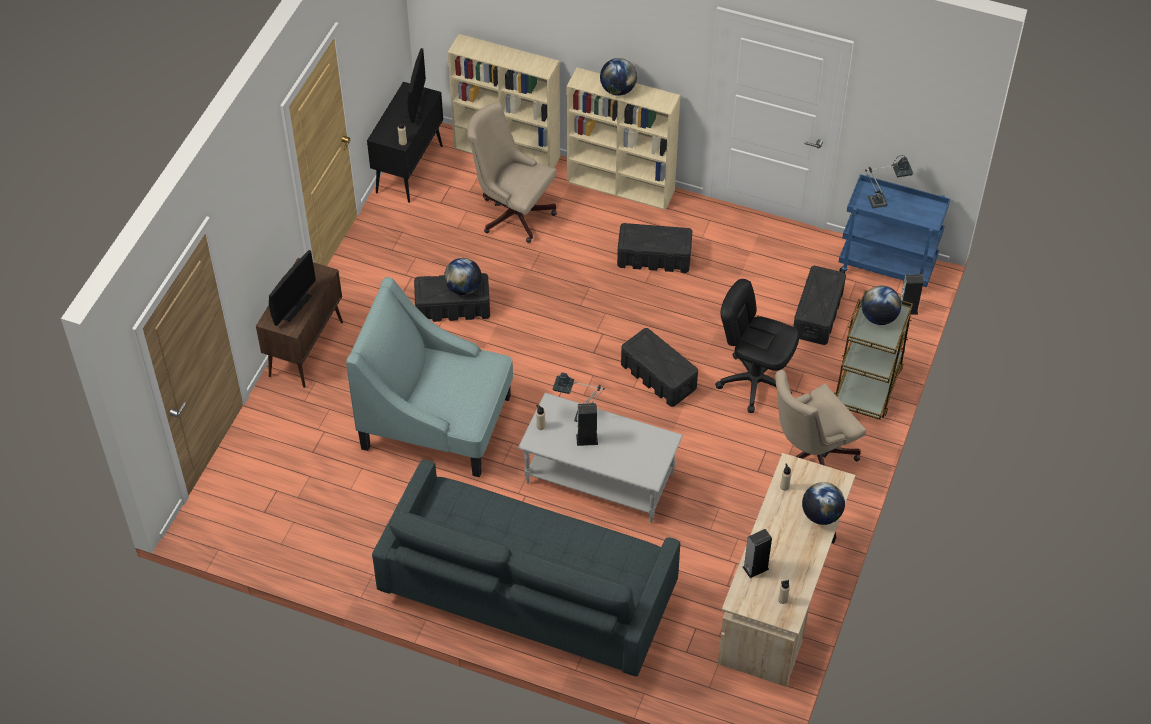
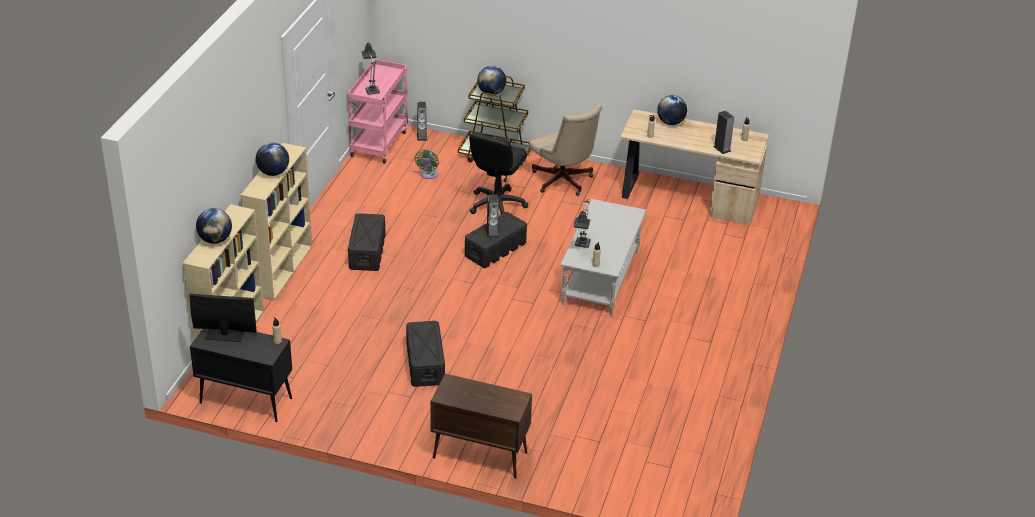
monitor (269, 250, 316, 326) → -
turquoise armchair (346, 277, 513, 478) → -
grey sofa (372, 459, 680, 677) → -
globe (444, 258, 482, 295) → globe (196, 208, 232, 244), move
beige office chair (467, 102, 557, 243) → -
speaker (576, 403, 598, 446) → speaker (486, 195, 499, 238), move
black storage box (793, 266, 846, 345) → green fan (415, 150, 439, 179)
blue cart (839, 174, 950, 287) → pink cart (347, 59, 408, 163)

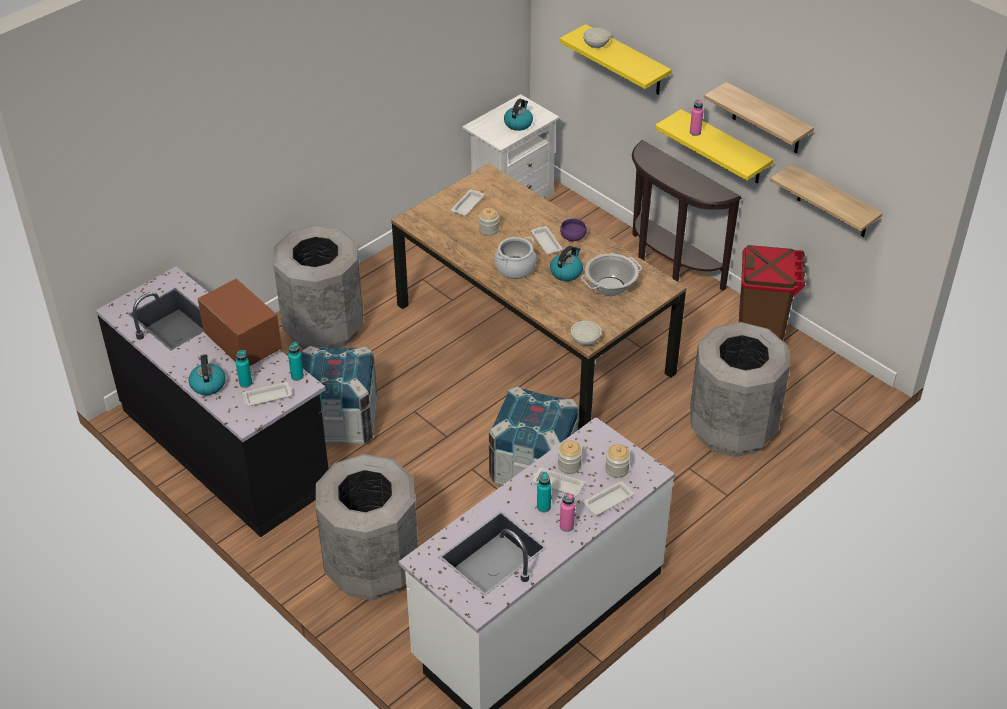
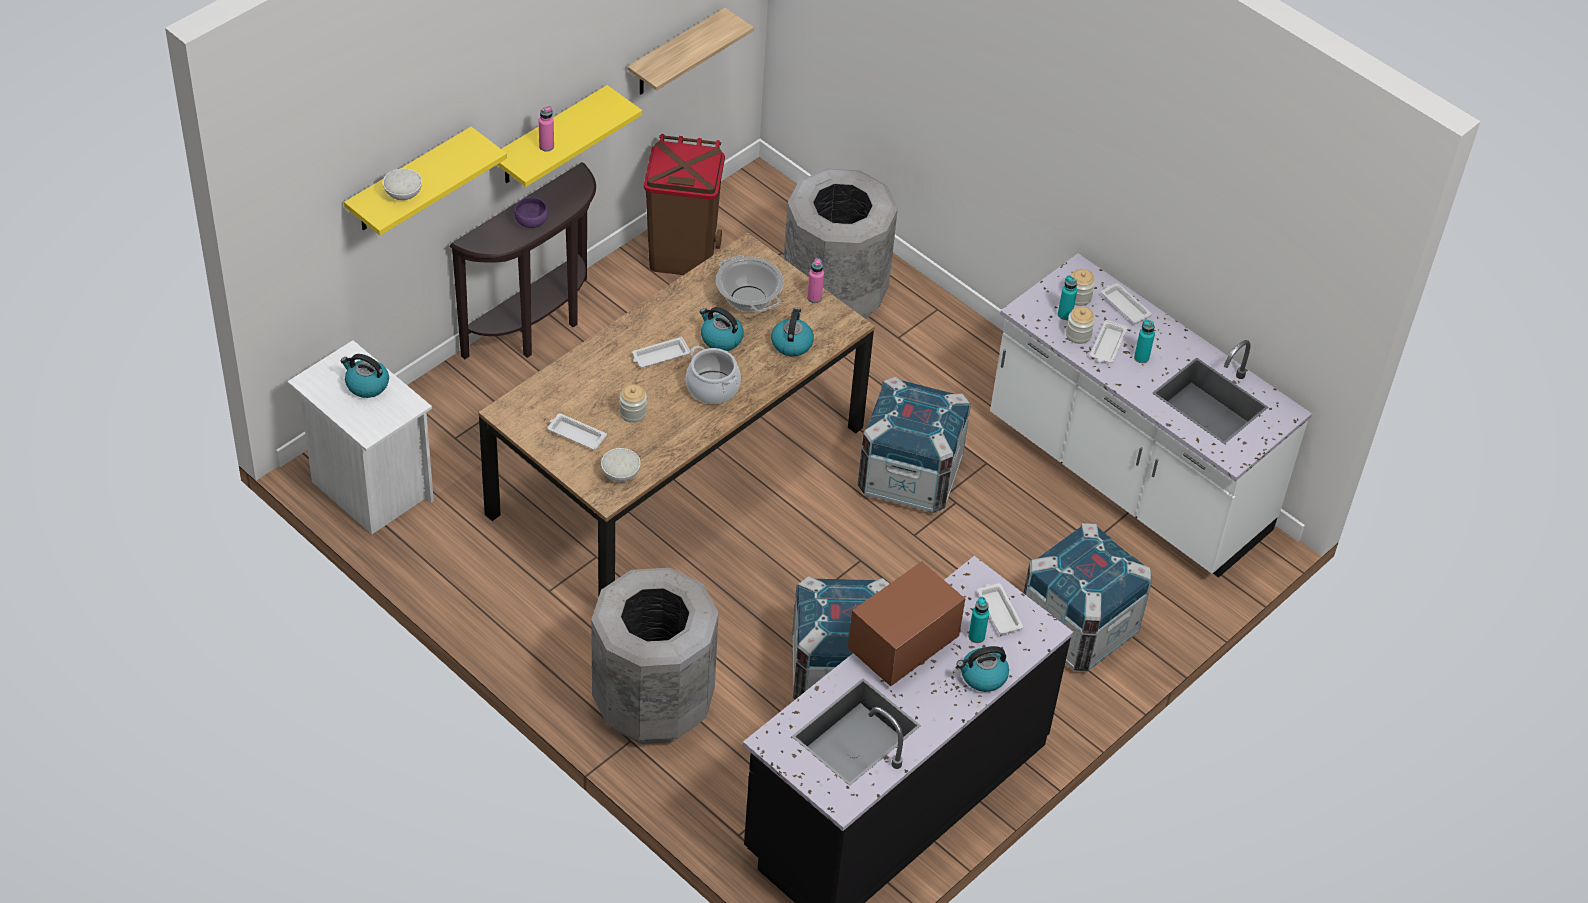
turquoise bottle (288, 342, 304, 381) → turquoise bottle (1058, 275, 1077, 320), move
grey trash can (316, 454, 418, 600) → crate (1023, 523, 1152, 672)
purple bowl (560, 218, 587, 241) → purple bowl (514, 198, 548, 228), move
pink bottle (560, 493, 575, 532) → pink bottle (807, 258, 824, 303), move
white bowl (571, 321, 601, 345) → white bowl (601, 448, 640, 482), move
shelf (704, 82, 814, 153) → -
- → kettle (771, 308, 814, 356)

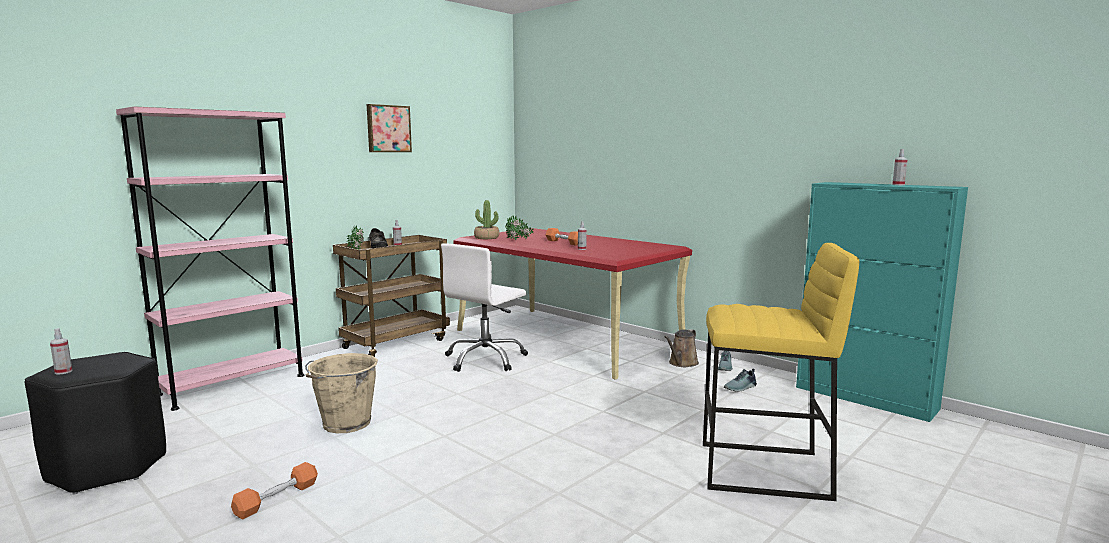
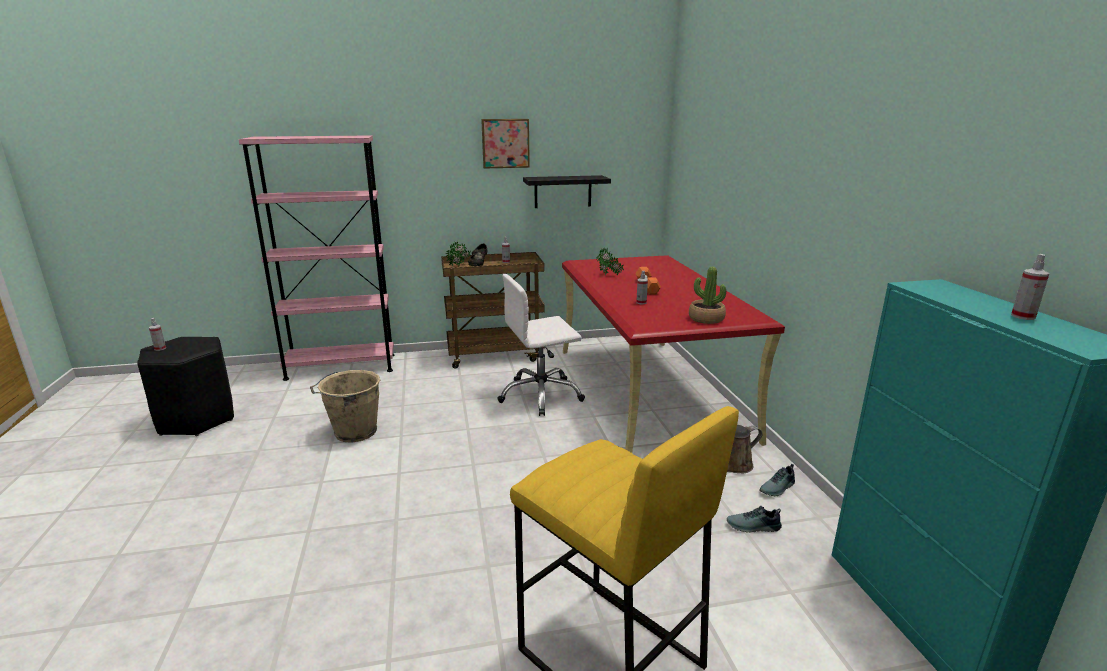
orange dumbbell (231, 462, 318, 519) → -
potted plant (474, 200, 499, 239) → potted plant (689, 267, 726, 324), move
- → black shelf (523, 175, 611, 208)

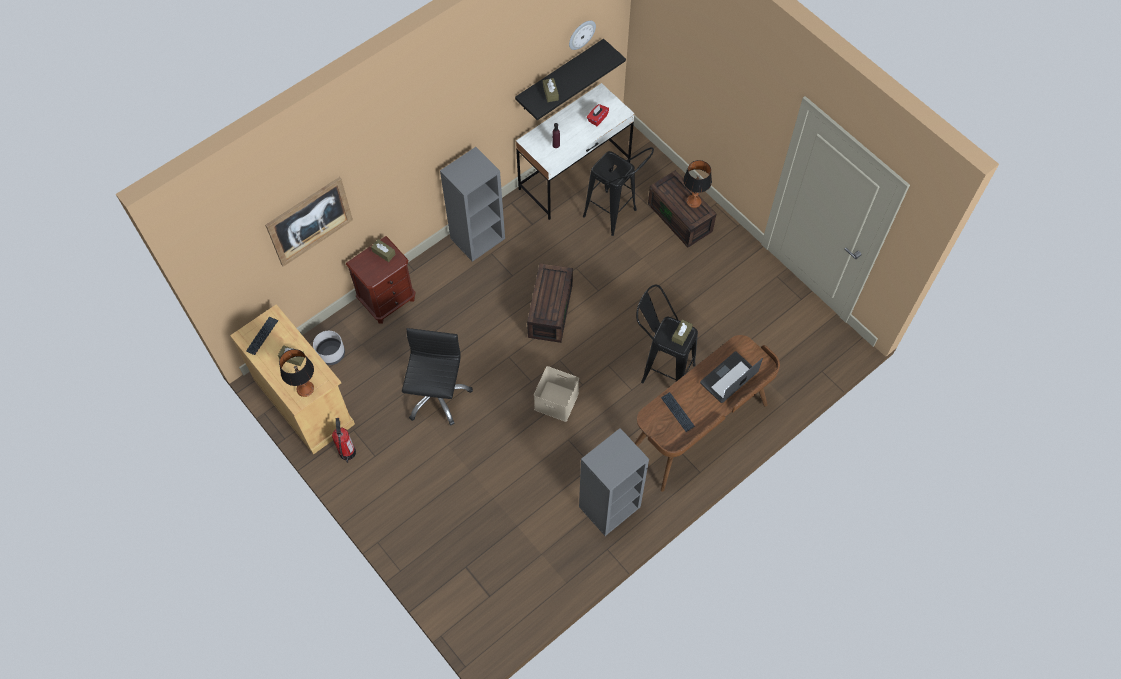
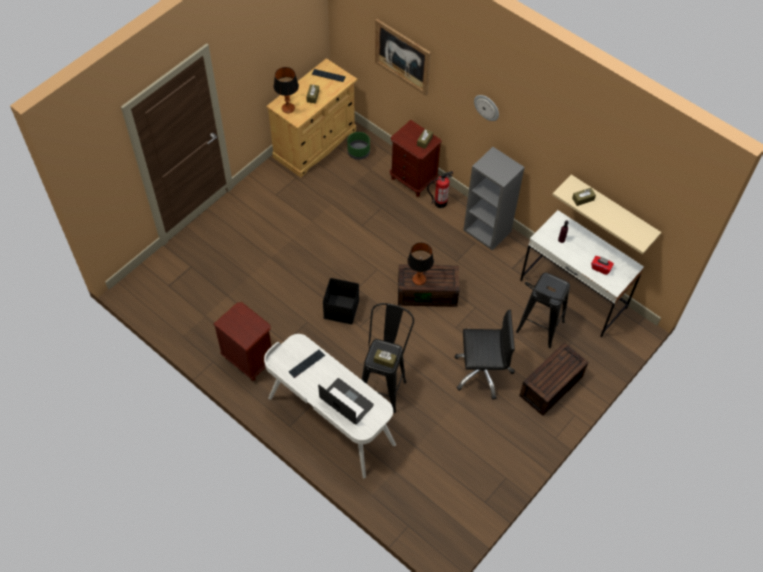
grey planter (313, 331, 345, 365) → green planter (347, 132, 370, 160)
fire extinguisher (332, 418, 356, 463) → fire extinguisher (427, 171, 453, 208), move
black office chair (402, 328, 473, 425) → black office chair (454, 310, 515, 400), move
black shelf (515, 39, 626, 120) → beige shelf (552, 175, 661, 254)
beige storage box (534, 366, 579, 422) → black storage box (323, 278, 359, 325)
wall clock (569, 21, 596, 50) → wall clock (474, 95, 499, 121), move
grey bookcase (579, 428, 649, 536) → brown nightstand (213, 302, 272, 381)
brown desk (635, 335, 780, 492) → white desk (264, 334, 396, 478)
table lamp (683, 160, 712, 208) → table lamp (408, 242, 434, 285), move

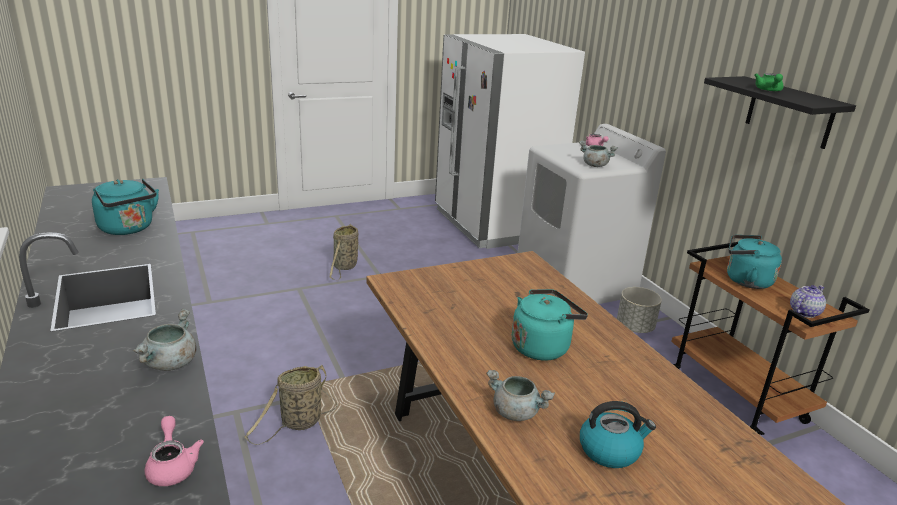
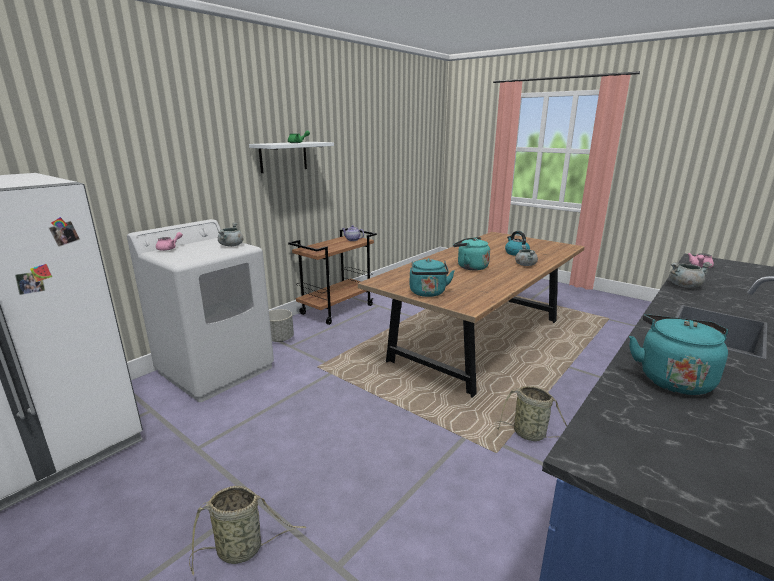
black shelf (704, 76, 856, 149) → white shelf (249, 142, 334, 173)
turquoise kettle (727, 235, 782, 289) → turquoise kettle (410, 258, 455, 297), move

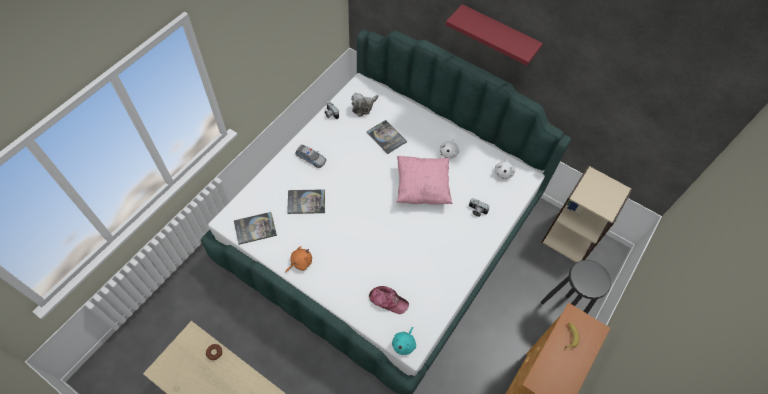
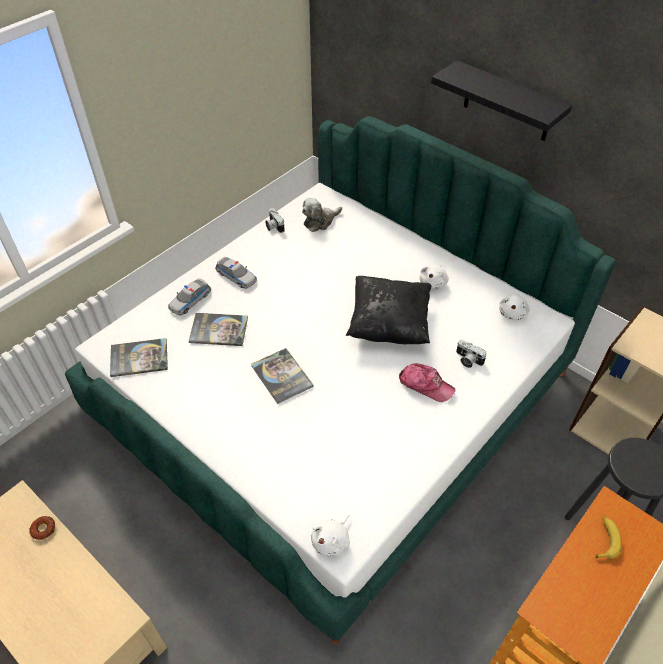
orange plush toy (285, 246, 312, 273) → -
book (367, 120, 407, 154) → book (251, 348, 314, 404), move
cap (369, 286, 409, 314) → cap (399, 363, 455, 402), move
turquoise plush toy (392, 327, 416, 355) → white plush toy (311, 515, 350, 556)
pink pillow (396, 156, 453, 205) → black pillow (346, 276, 432, 344)
red shelf (446, 4, 543, 65) → black shelf (431, 60, 572, 141)
- → toy car (168, 278, 211, 316)

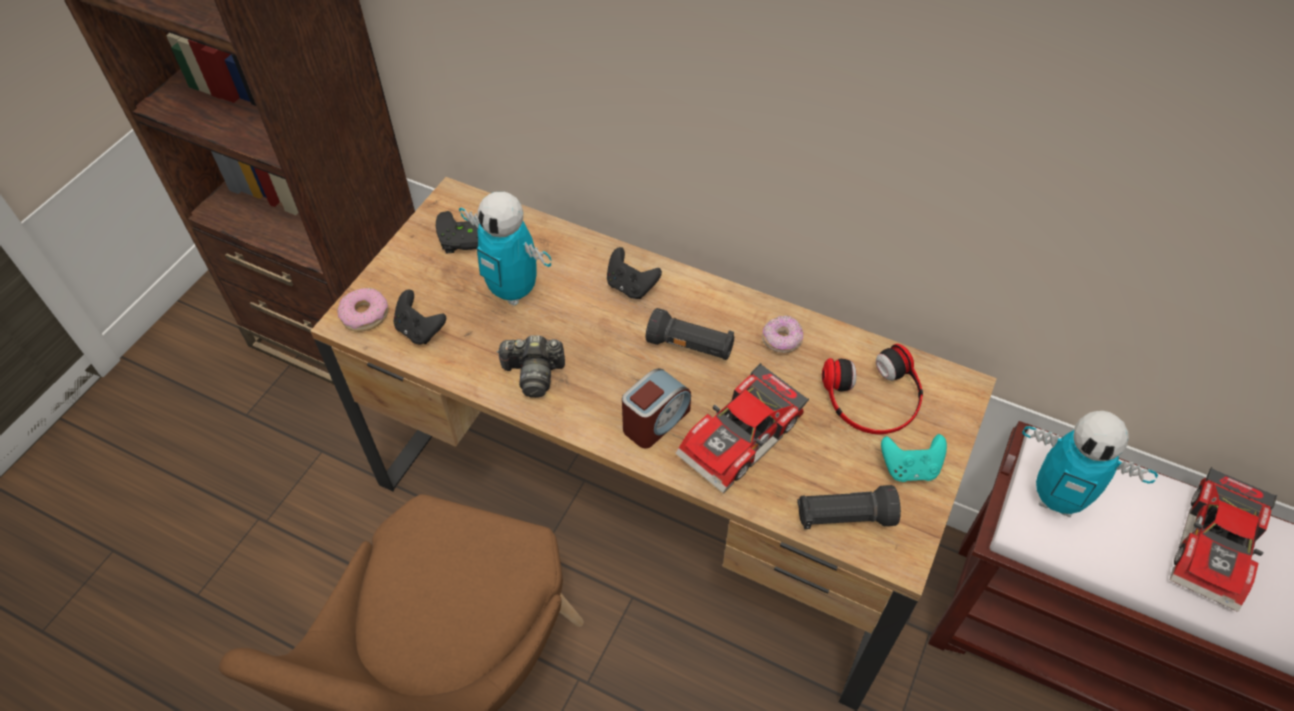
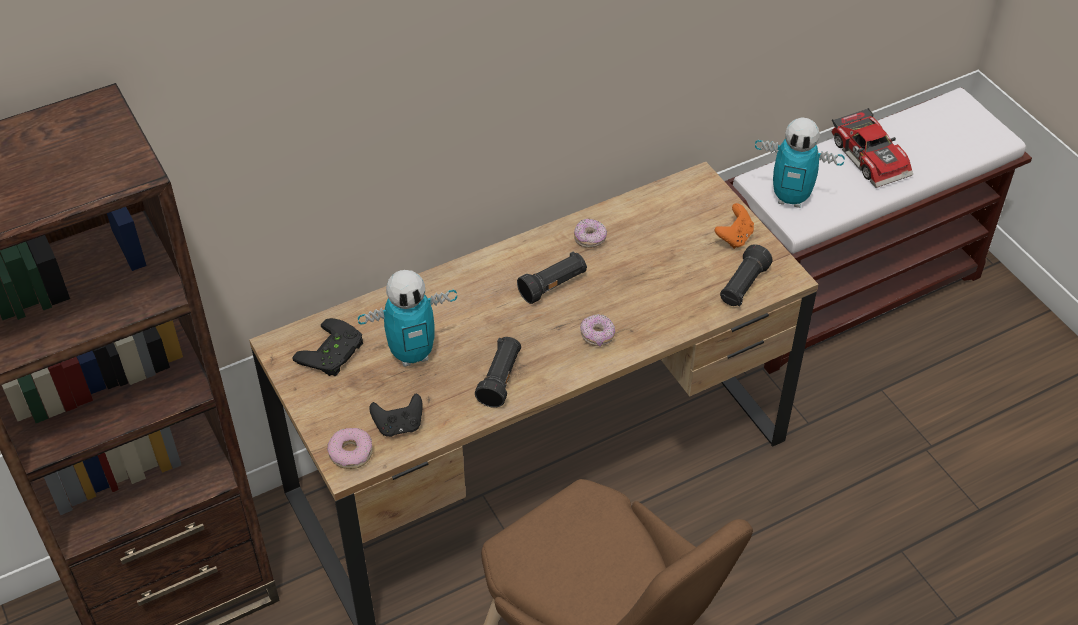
photo camera (497, 335, 565, 398) → black flashlight (475, 337, 521, 408)
black game controller (607, 247, 662, 299) → -
alarm clock (622, 368, 691, 448) → donut (580, 314, 615, 347)
toy car (675, 363, 809, 493) → -
headphones (822, 344, 923, 434) → -
turquoise game controller (881, 434, 947, 482) → orange game controller (715, 203, 754, 249)
toy robot (1022, 411, 1158, 517) → toy robot (755, 118, 845, 208), 45 degrees clockwise

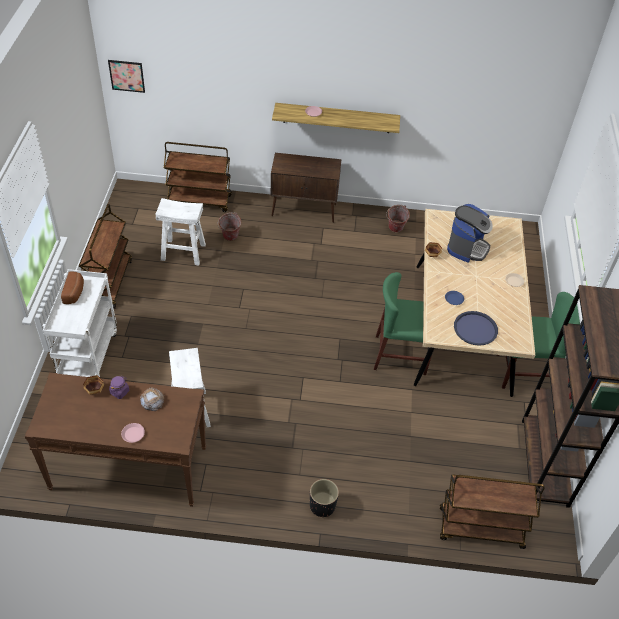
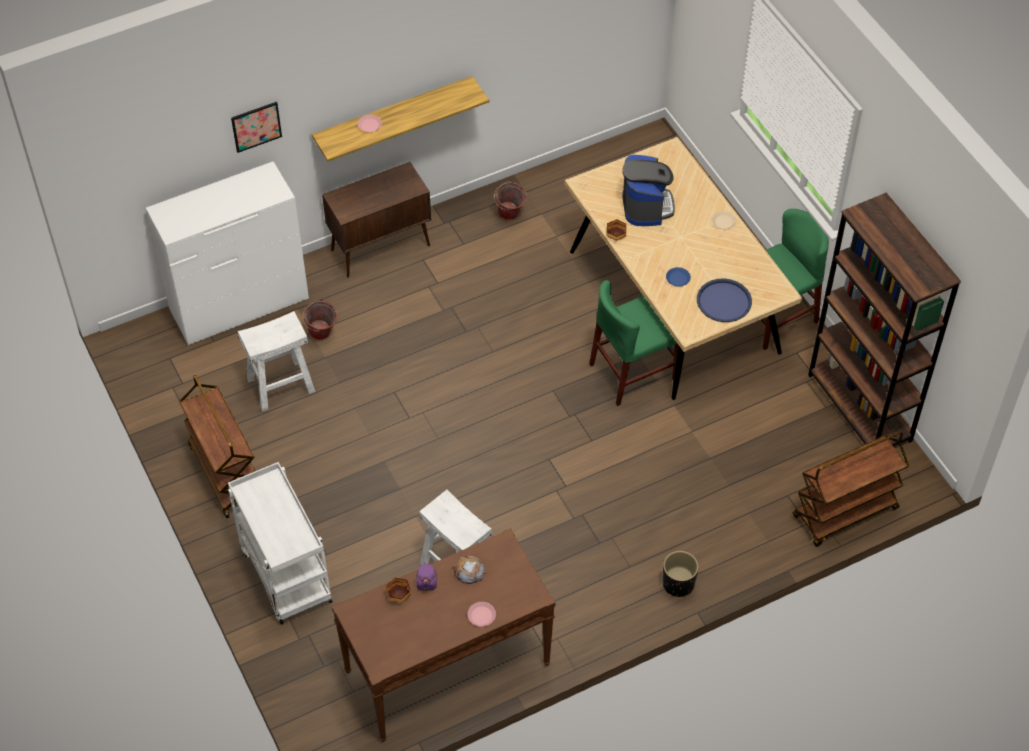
bread (61, 271, 84, 304) → -
picture (108, 60, 145, 93) → picture (231, 102, 282, 153), move
brown cart (164, 142, 232, 212) → white dresser (146, 161, 309, 345)

